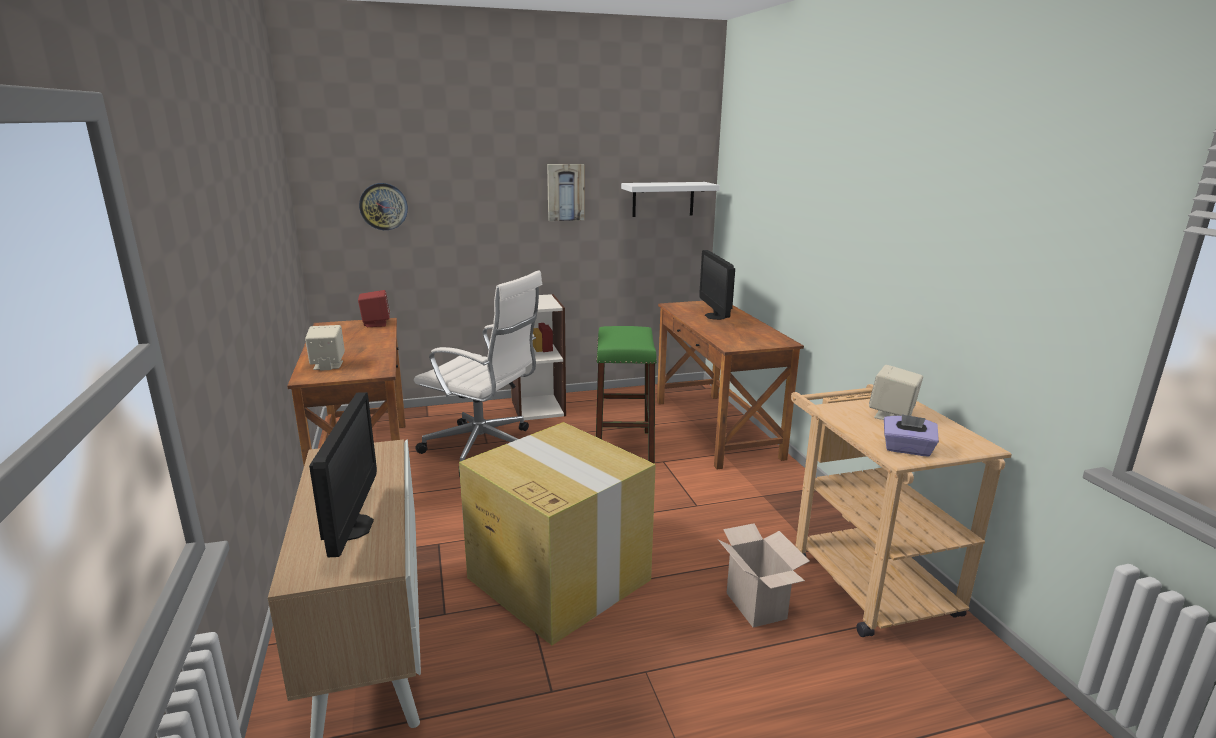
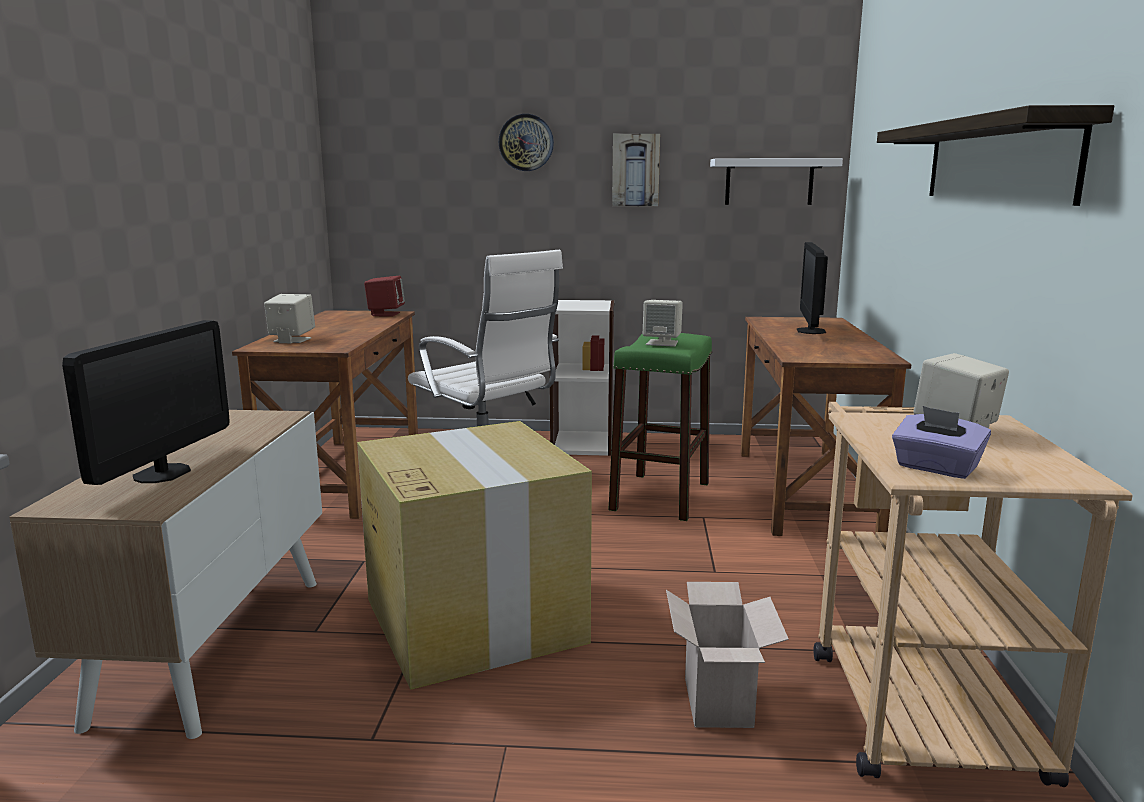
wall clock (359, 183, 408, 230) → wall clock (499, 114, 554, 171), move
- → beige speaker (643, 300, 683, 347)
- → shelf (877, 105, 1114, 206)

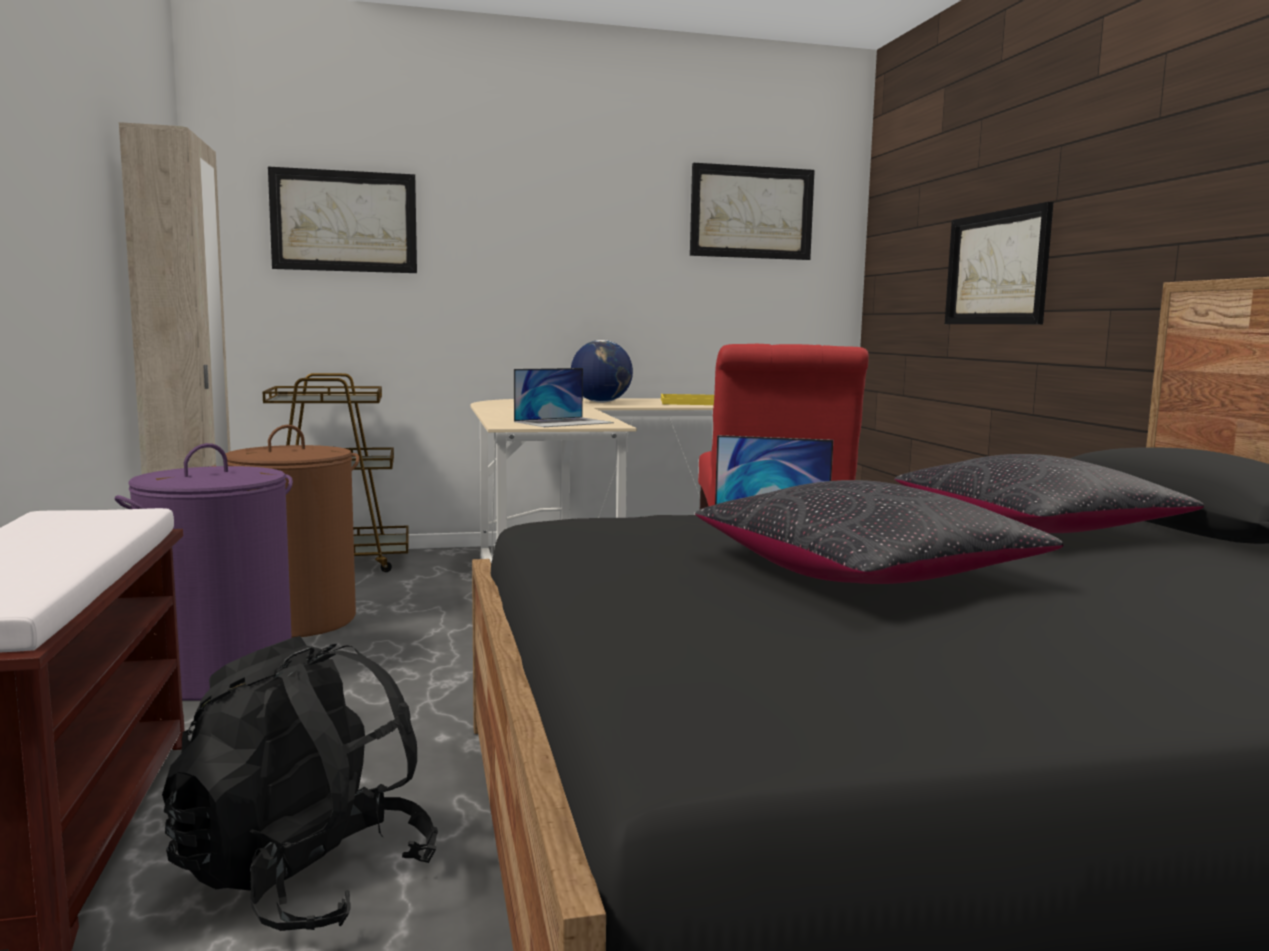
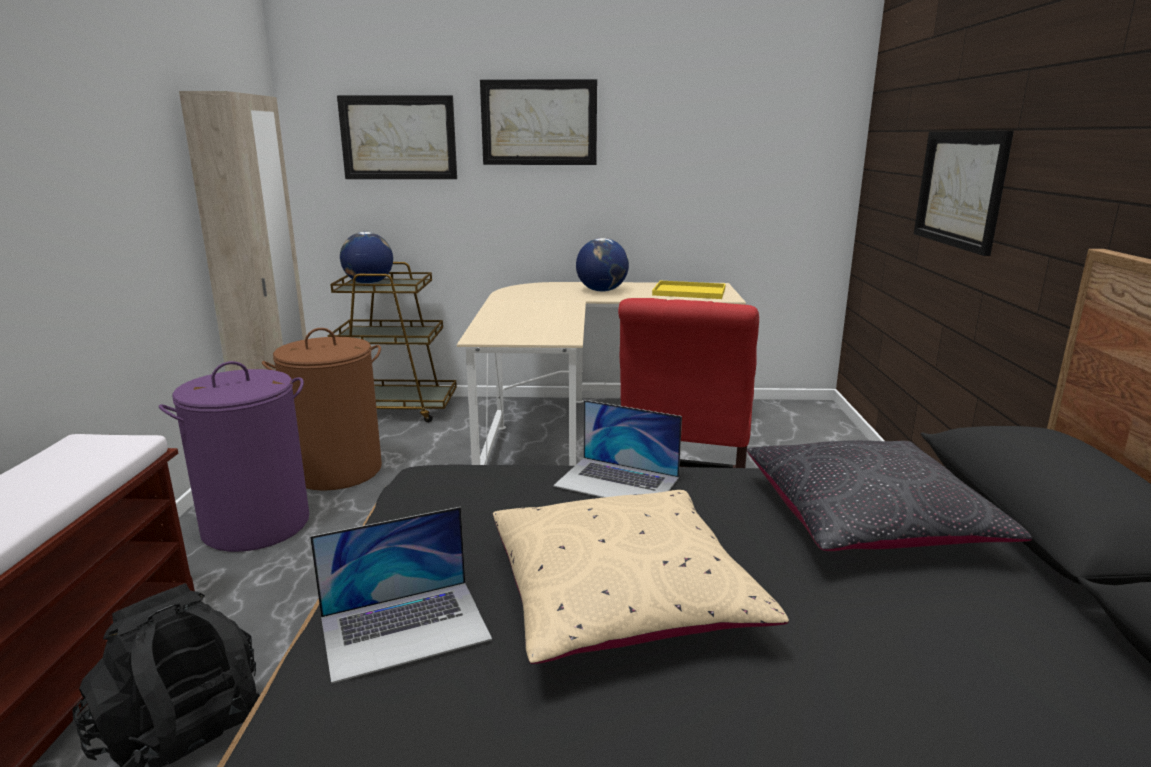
laptop (514, 368, 614, 427) → laptop (310, 507, 492, 684), move
picture (690, 163, 815, 260) → picture (480, 79, 597, 165), move
black pillow (695, 480, 1063, 584) → beige pillow (493, 490, 789, 664)
- → globe (340, 232, 393, 284)

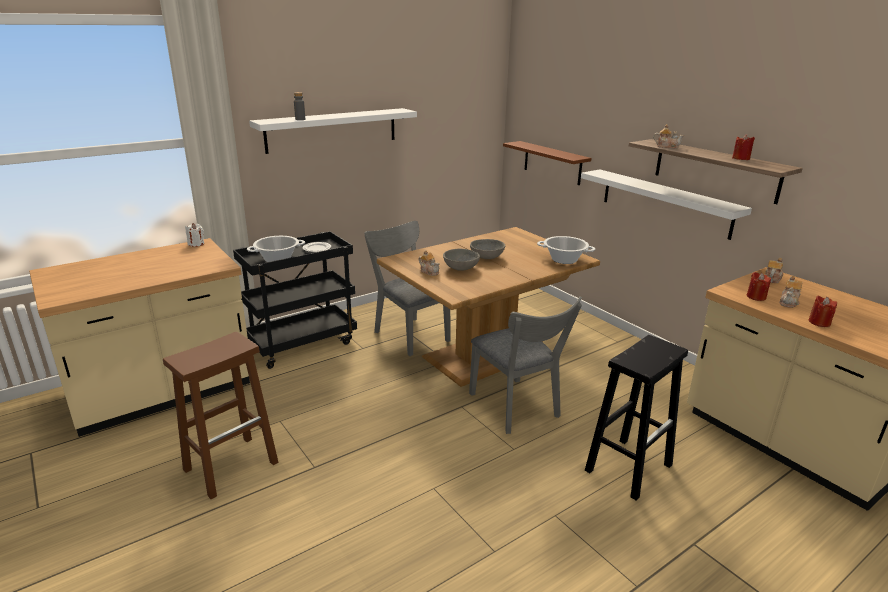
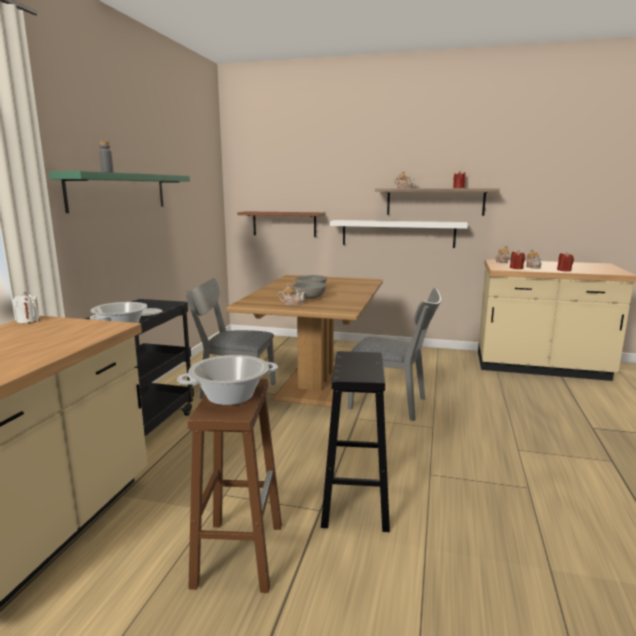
white shelf (249, 108, 417, 154) → green shelf (49, 171, 190, 213)
cooking pot (537, 236, 595, 264) → cooking pot (177, 355, 278, 405), move
black stool (585, 335, 688, 500) → black stool (321, 351, 390, 532), move

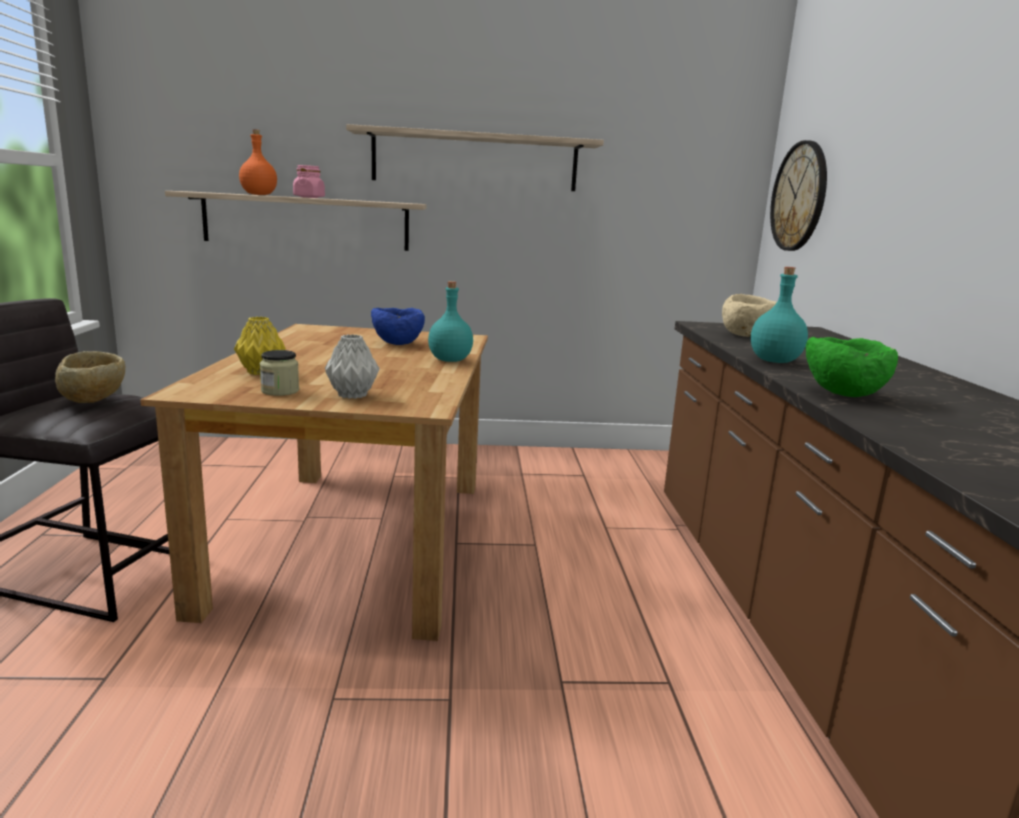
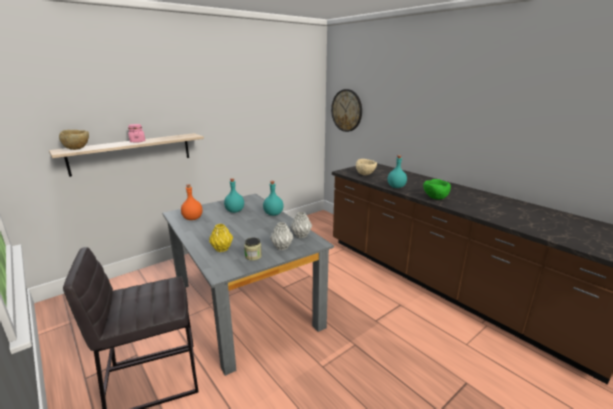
beige bowl (55, 351, 126, 403) → beige bowl (59, 130, 89, 150), move
brown dining table (140, 324, 488, 641) → grey dining table (162, 194, 334, 376)
orange bottle (239, 129, 277, 195) → orange bottle (181, 184, 202, 220), move
shelf (346, 124, 604, 191) → -
blue bowl (371, 308, 425, 345) → turquoise bottle (224, 178, 244, 213)
- → grey vase (291, 212, 312, 238)

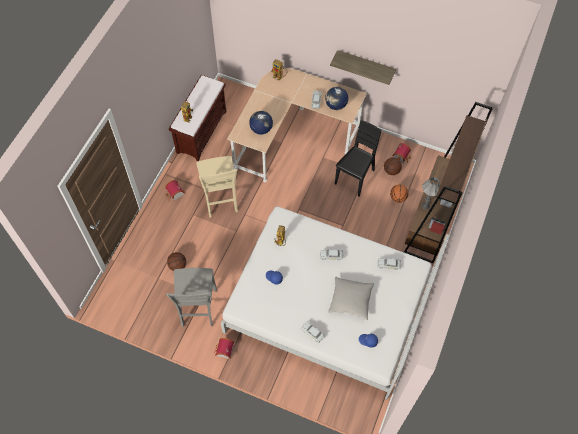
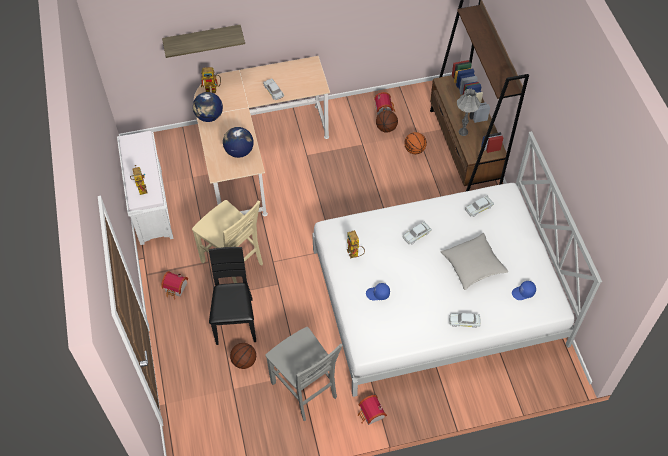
brown bench (169, 75, 226, 161) → white bench (117, 131, 173, 245)
globe (325, 87, 348, 110) → globe (193, 92, 223, 122), move
shelf (330, 50, 396, 85) → shelf (162, 25, 245, 58), move
black chair (335, 120, 381, 196) → black chair (209, 247, 256, 345), move

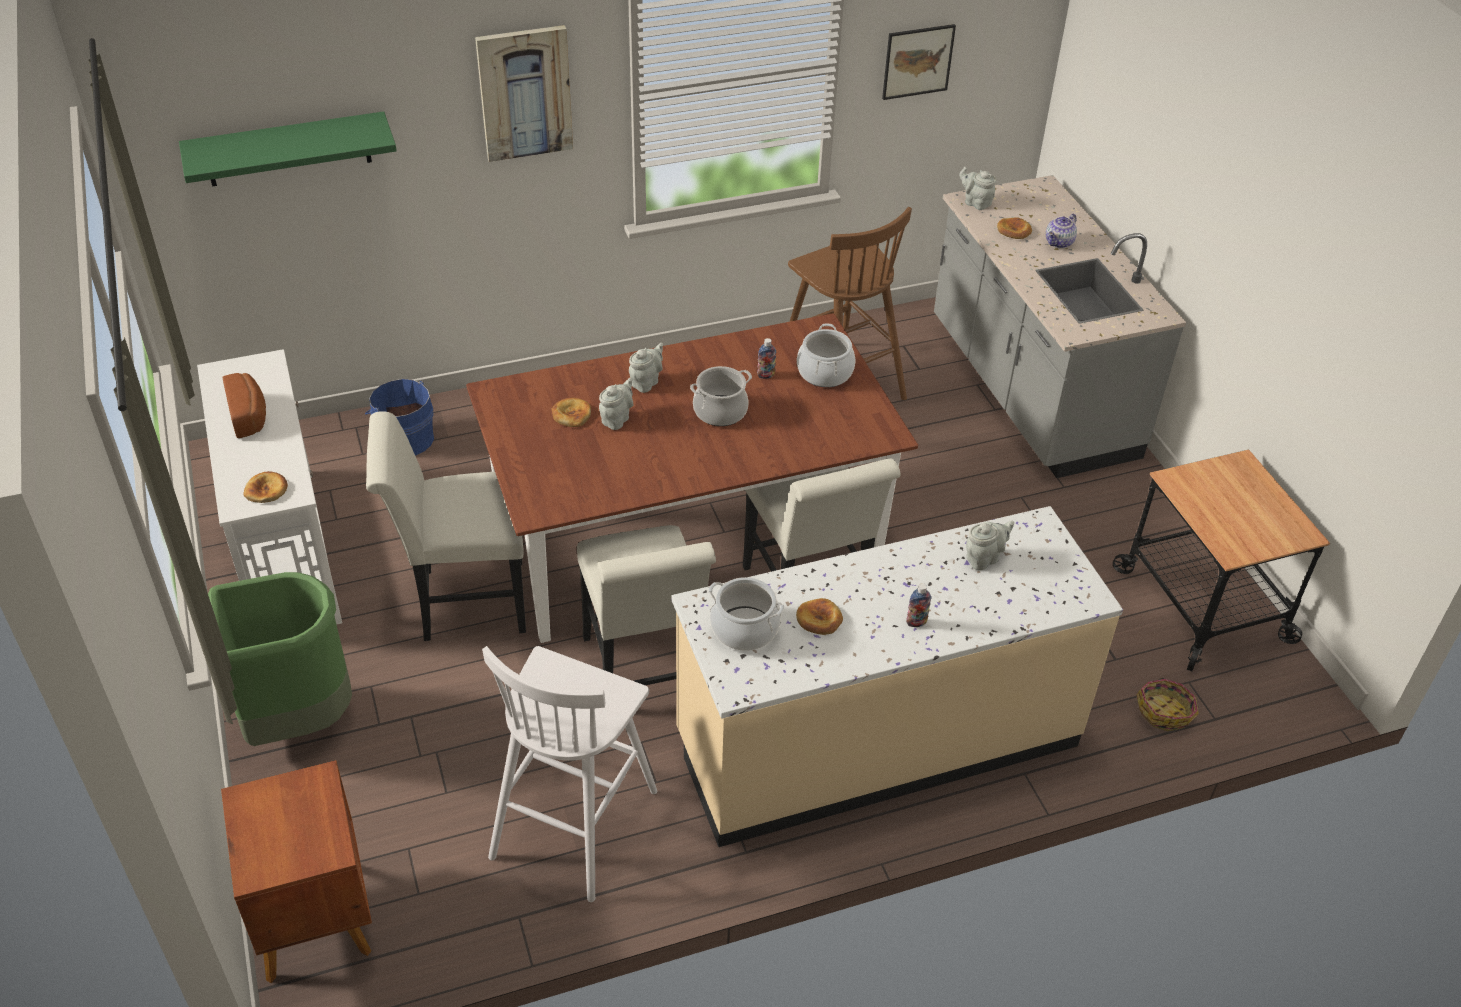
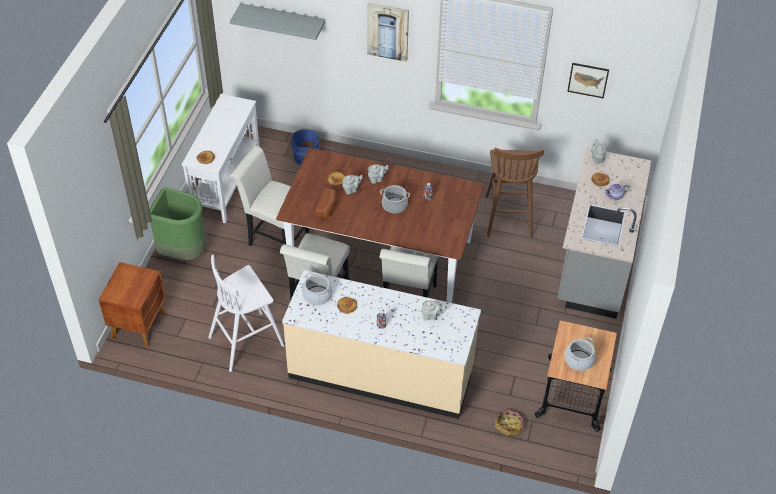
green shelf (179, 111, 397, 187) → grey shelf (230, 3, 325, 40)
bread (223, 373, 266, 438) → bread (316, 187, 337, 219), move
cooking pot (797, 324, 855, 387) → cooking pot (565, 337, 596, 371), move

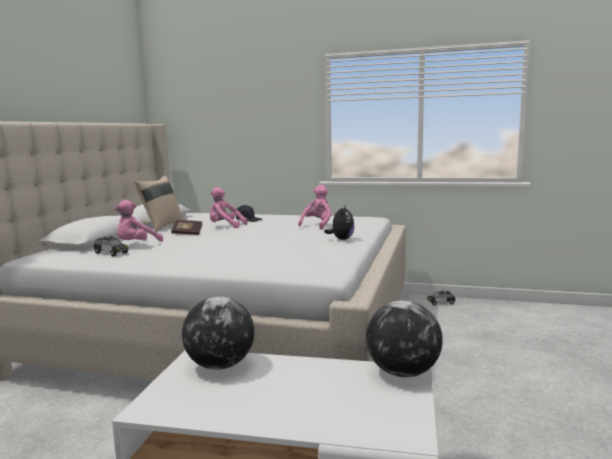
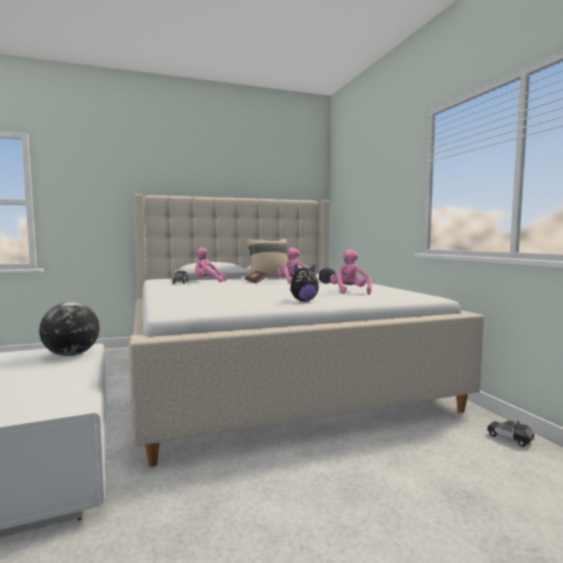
pink plush toy (298, 185, 332, 230) → pink plush toy (330, 249, 372, 295), 90 degrees counterclockwise
globe (366, 300, 443, 377) → -

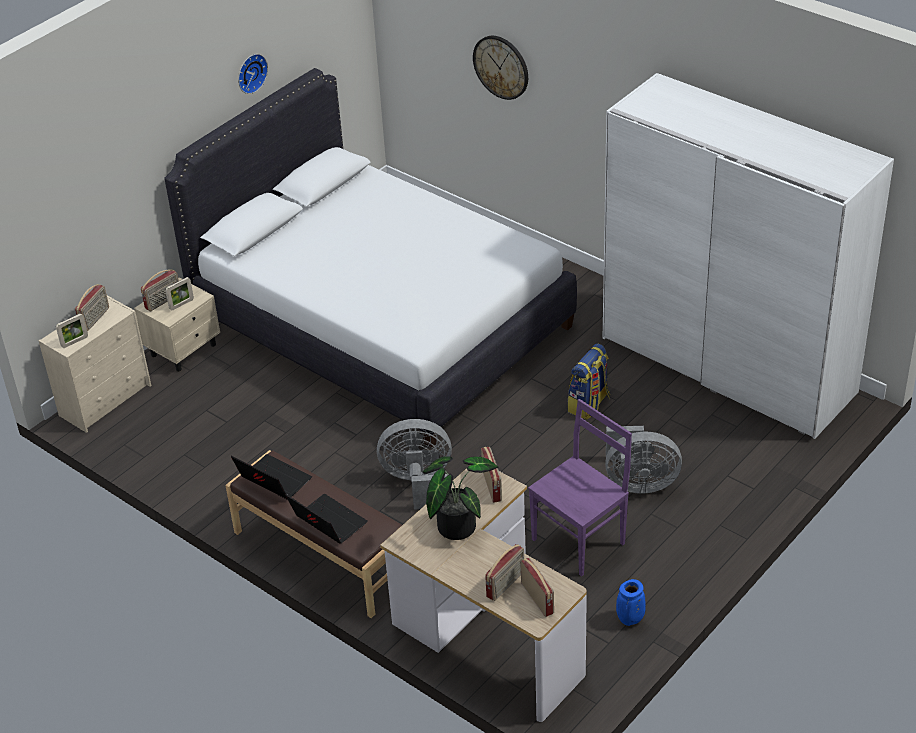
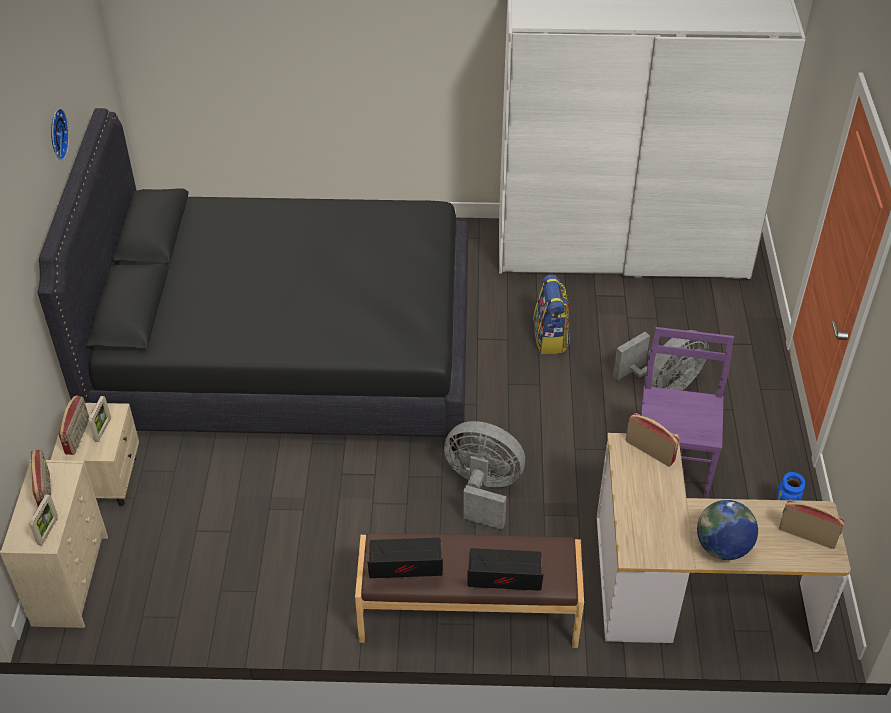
white bed (164, 68, 577, 448) → black bed (37, 108, 468, 450)
grey fan (377, 419, 452, 510) → grey fan (444, 421, 525, 530), 60 degrees clockwise
potted plant (423, 456, 498, 540) → -
wall clock (473, 36, 528, 100) → -
radio (485, 544, 524, 601) → -
- → globe (697, 500, 758, 560)

